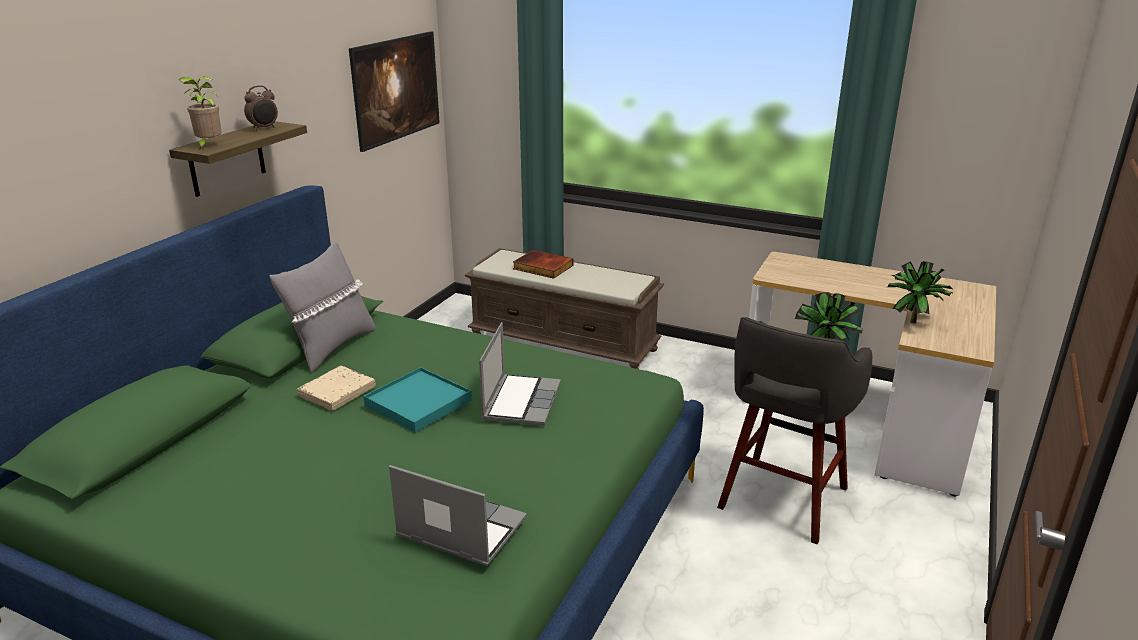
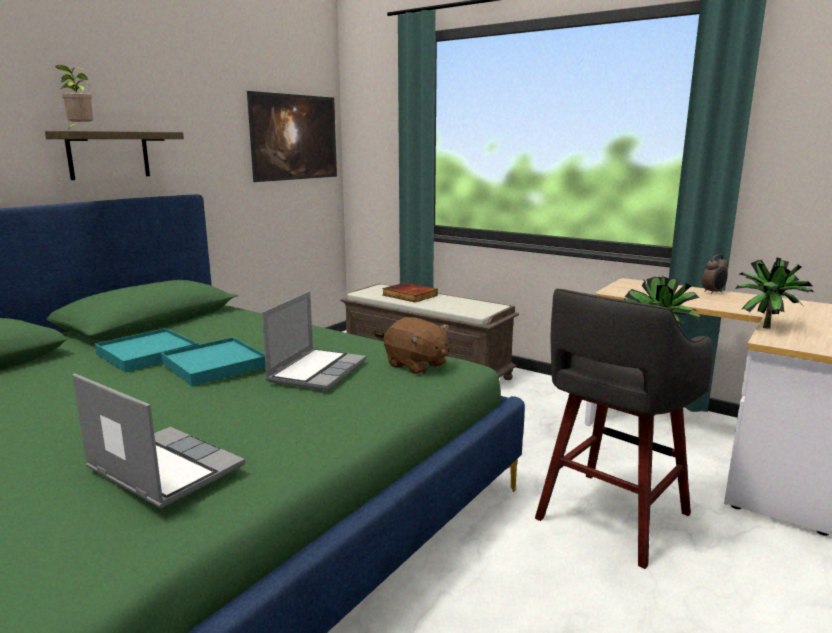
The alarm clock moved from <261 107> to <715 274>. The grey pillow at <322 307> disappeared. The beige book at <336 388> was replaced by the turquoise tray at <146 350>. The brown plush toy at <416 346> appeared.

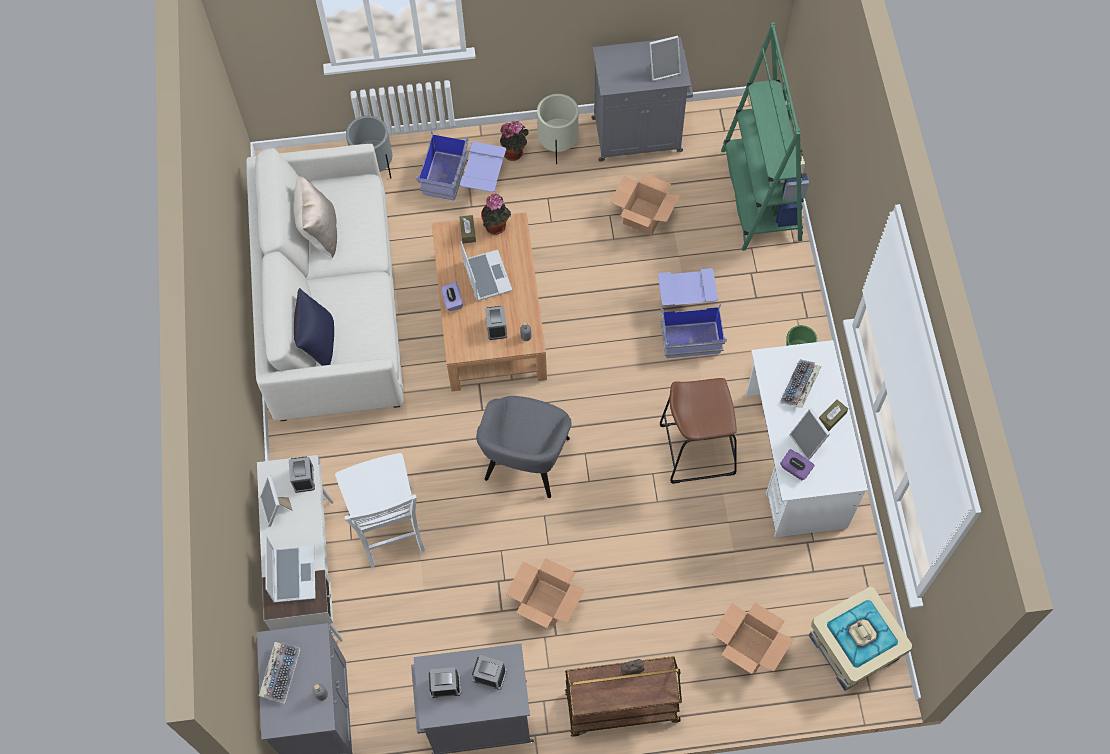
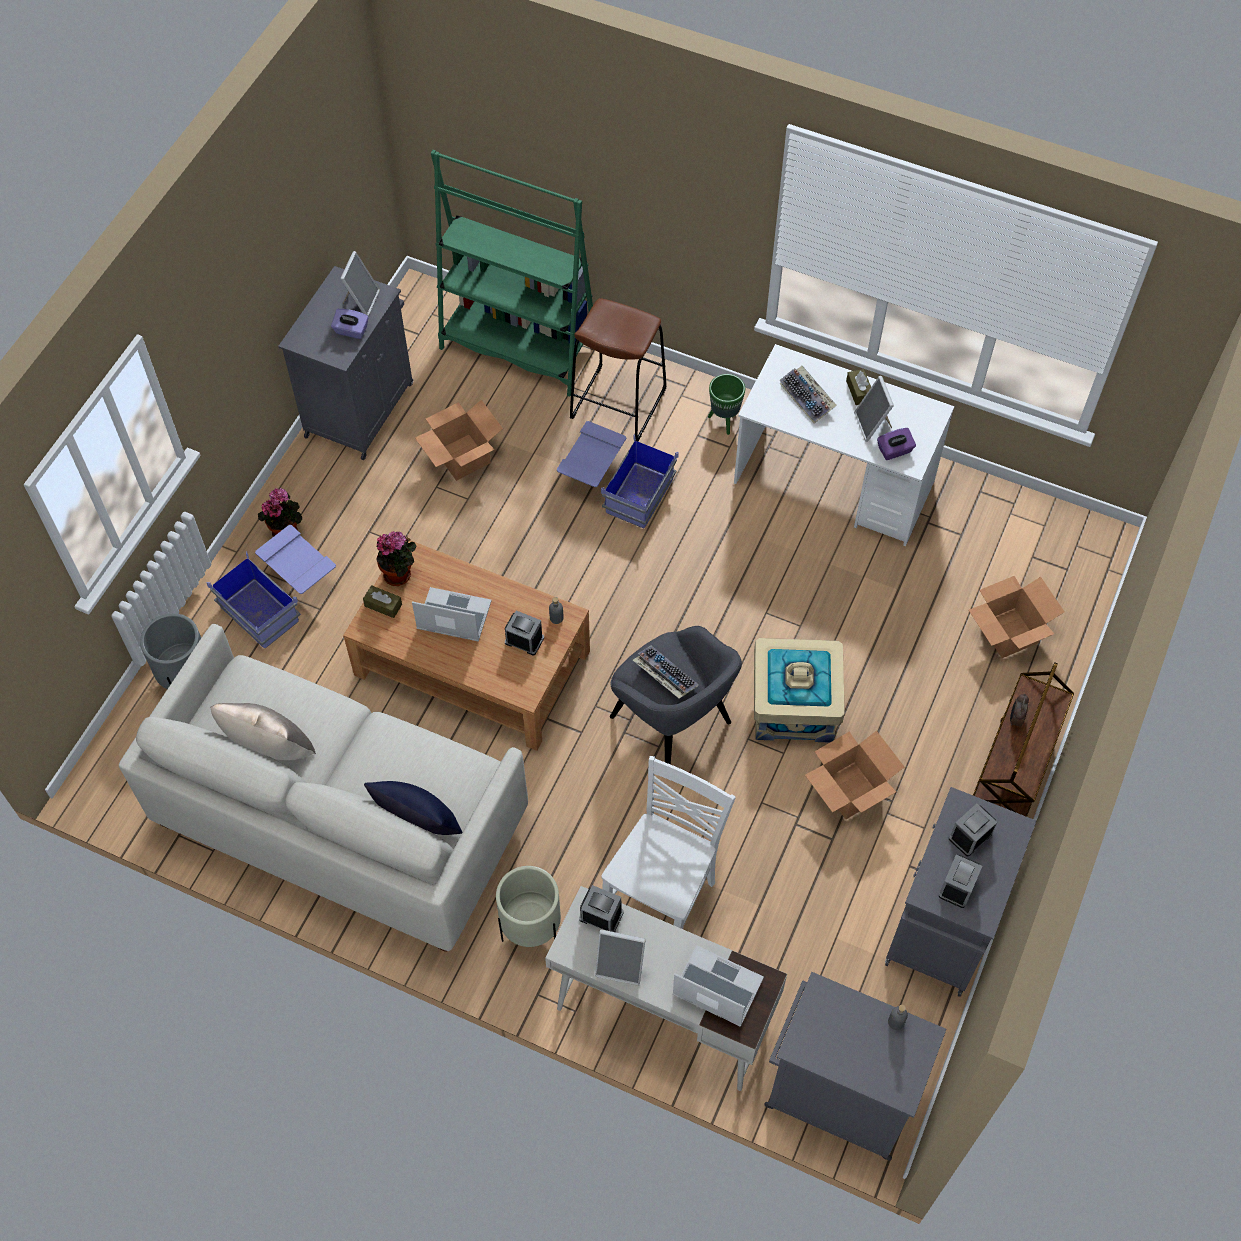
The beige planter moved from <558 129> to <528 906>. The purple tissue box moved from <452 296> to <350 323>. The brown stool moved from <698 431> to <618 369>. The picture frame at <809 434> turned 75 degrees clockwise. The white chair at <380 510> turned 75 degrees counterclockwise. The beige storage box moved from <860 638> to <799 690>. The keyboard moved from <279 673> to <665 672>.

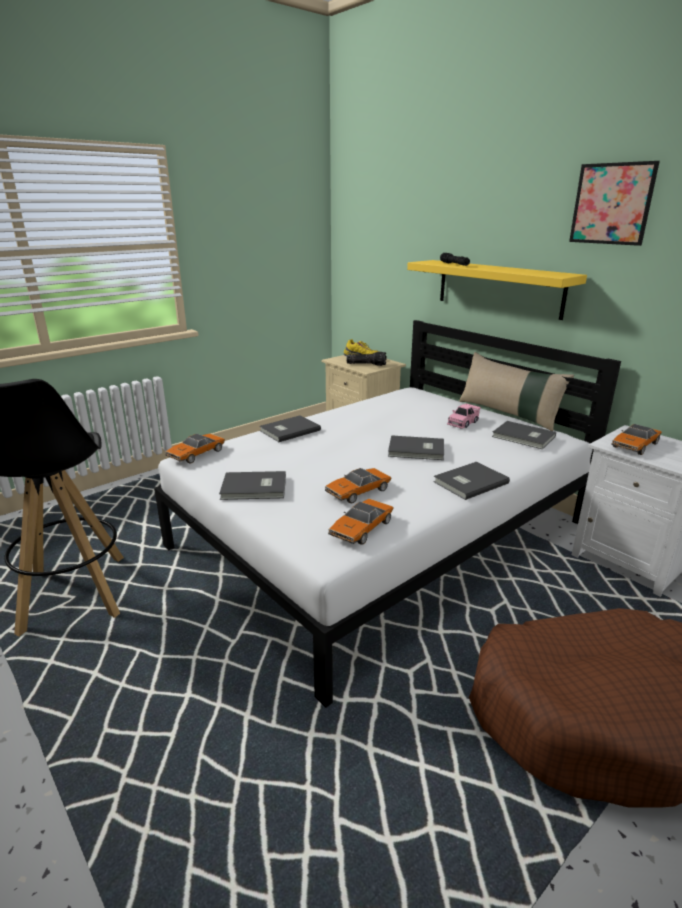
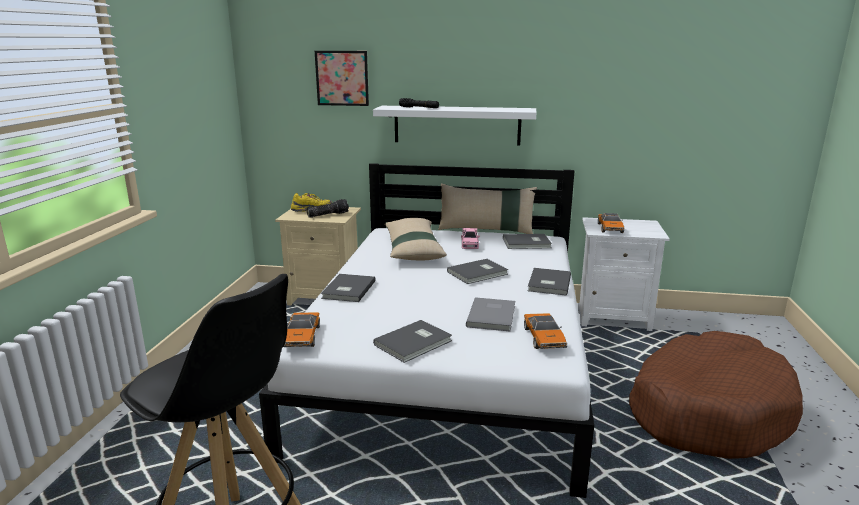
The picture moved from <614 203> to <342 78>. The yellow shelf at <497 290> became the white shelf at <454 125>. The toy car at <358 485> was replaced by the grey book at <490 314>. The beige pillow at <415 239> appeared.

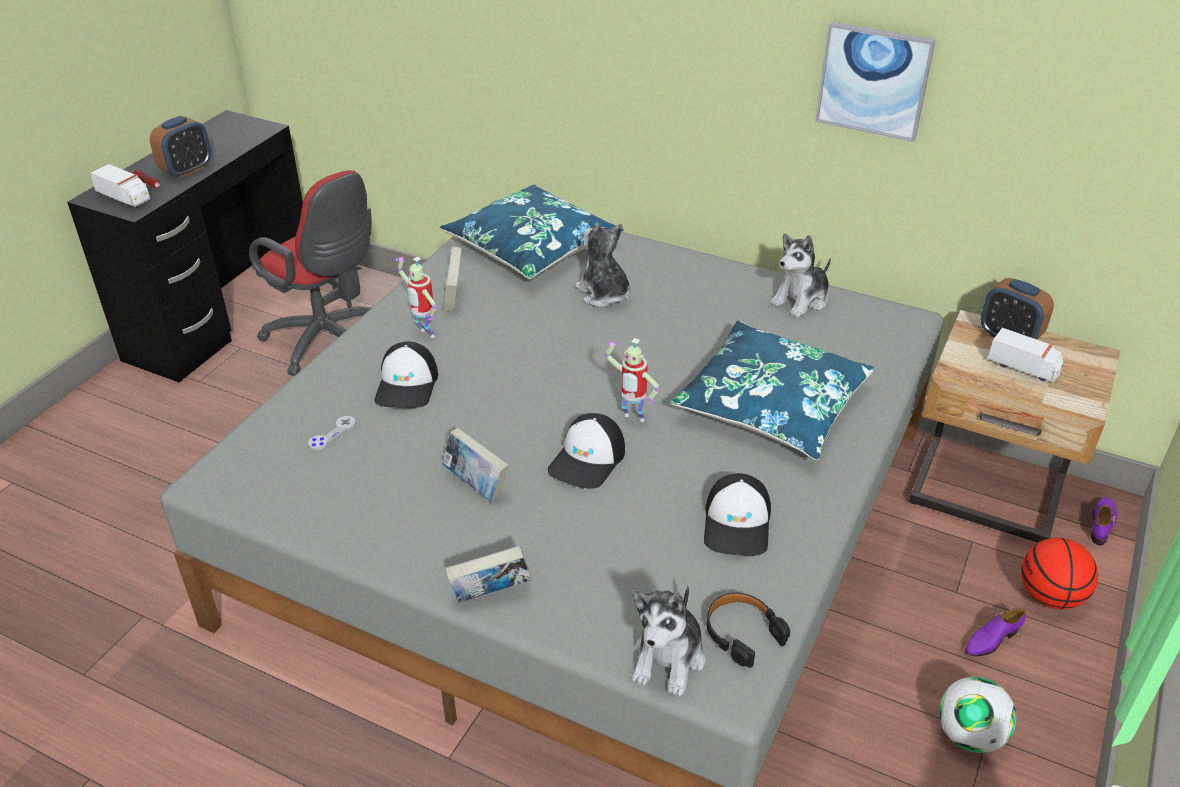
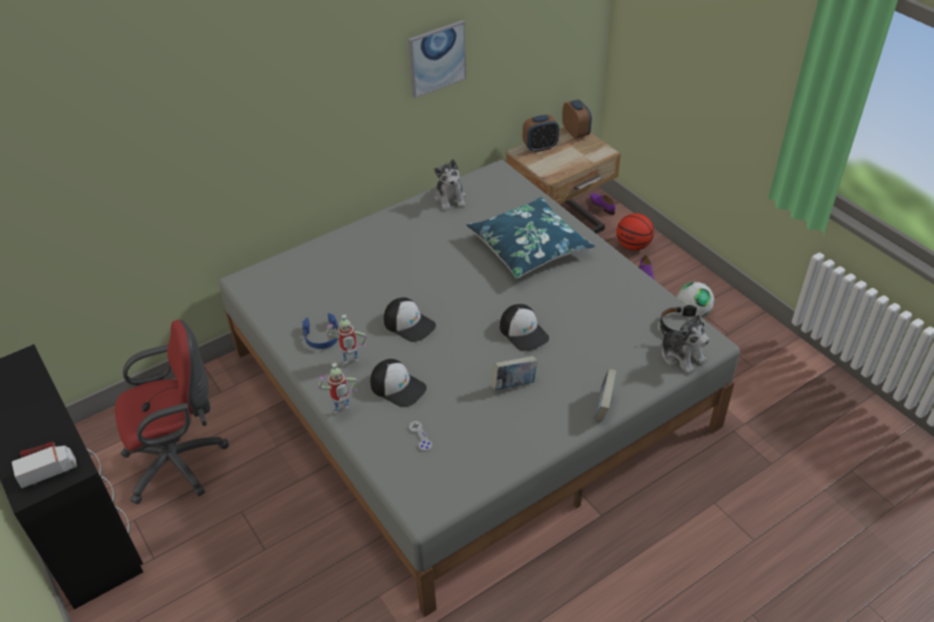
The alarm clock moved from <180 147> to <577 119>. The blue pillow at <532 232> disappeared. The plush toy at <602 265> disappeared. The book at <452 279> was replaced by the blue headphones at <321 331>. The toy truck at <1026 355> disappeared. The toy robot moved from <632 380> to <337 388>. The cap moved from <737 514> to <410 319>.

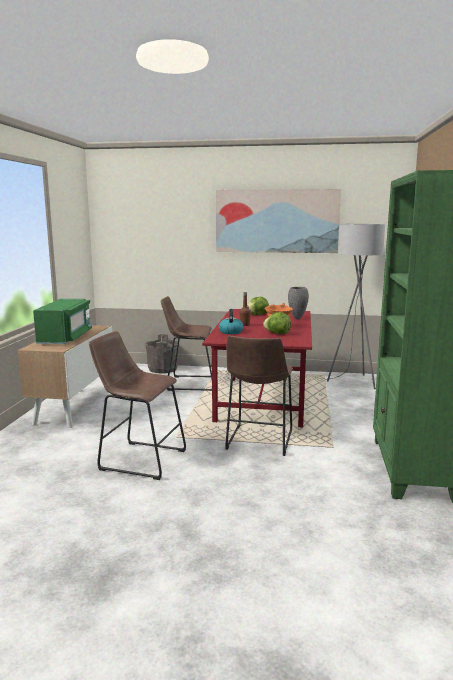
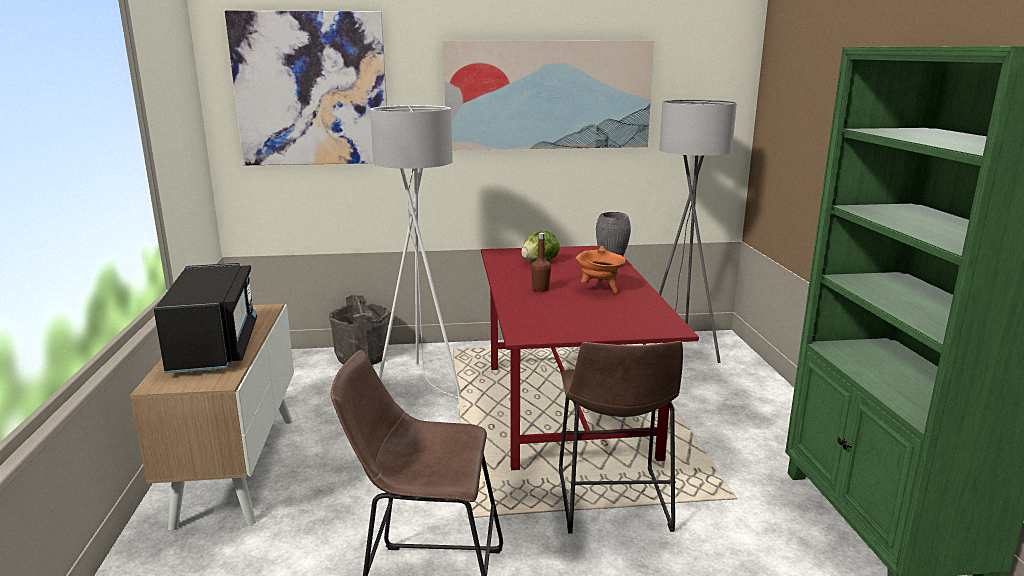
The brown stool at <186 343> was replaced by the white floor lamp at <419 257>. The green microwave at <62 321> became the black microwave at <205 318>. The kettle at <231 321> disappeared. The lettuce at <277 323> disappeared. The picture at <306 88> appeared.

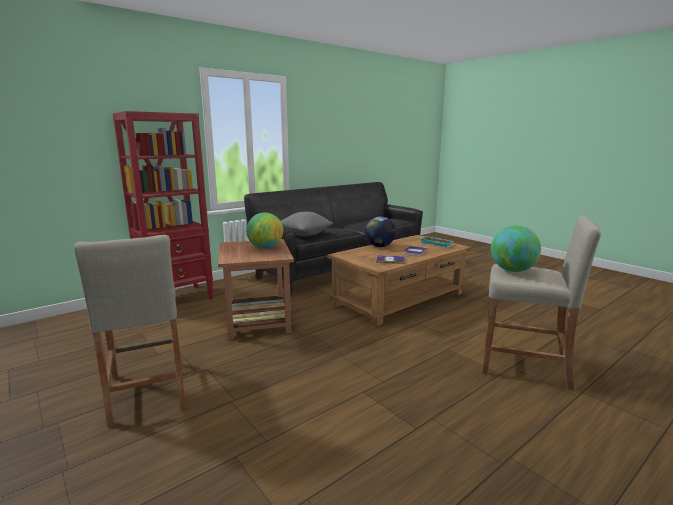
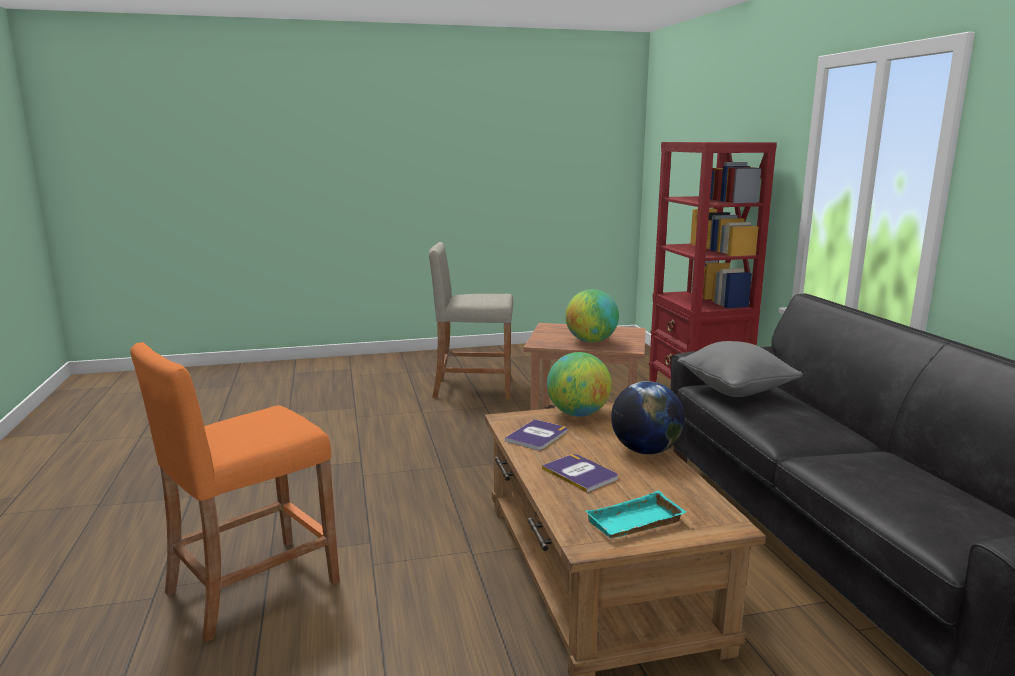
The beige stool at <541 303> became the orange stool at <235 492>. The globe moved from <516 249> to <579 384>.

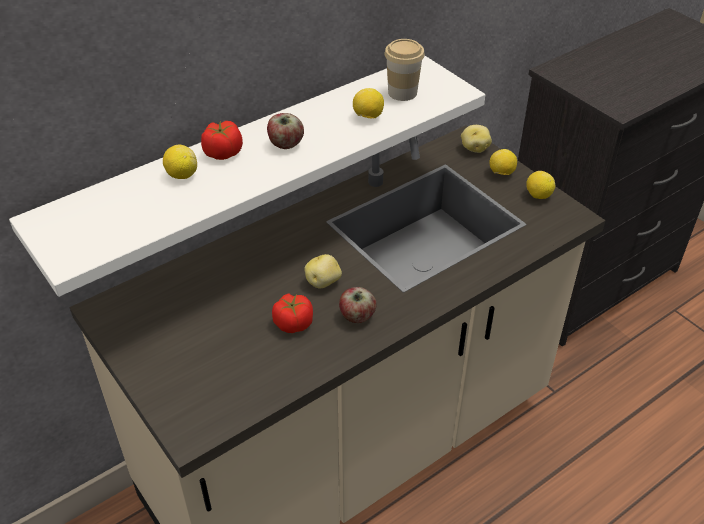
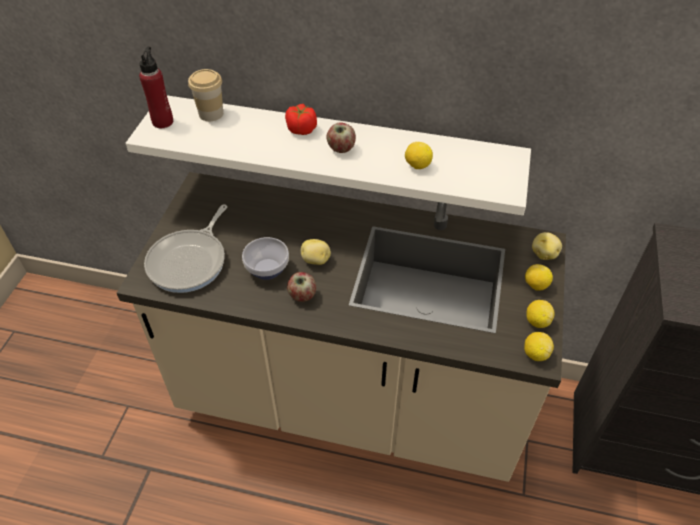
The cup moved from <405 70> to <205 95>. The lemon moved from <180 162> to <539 346>. The tomato at <292 313> was replaced by the bowl at <265 258>. The red bottle at <156 87> appeared. The frying pan at <185 249> appeared.

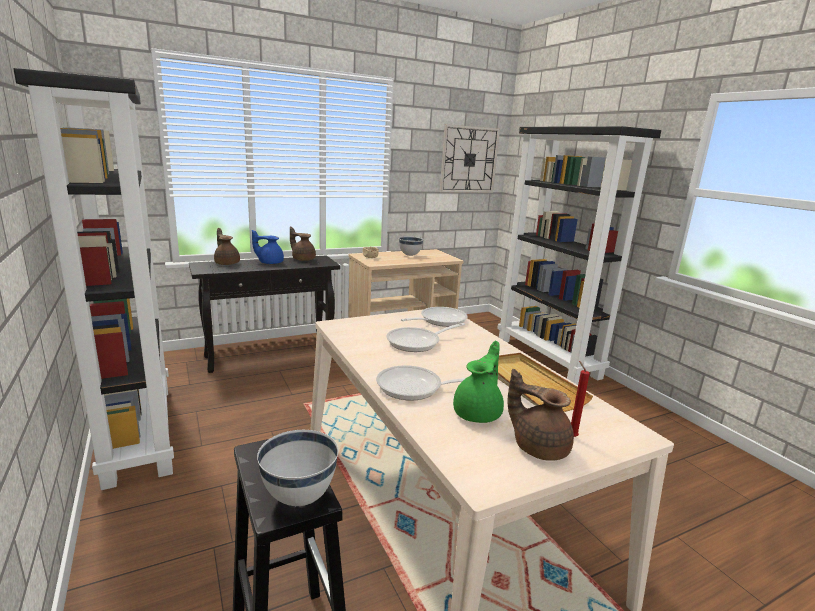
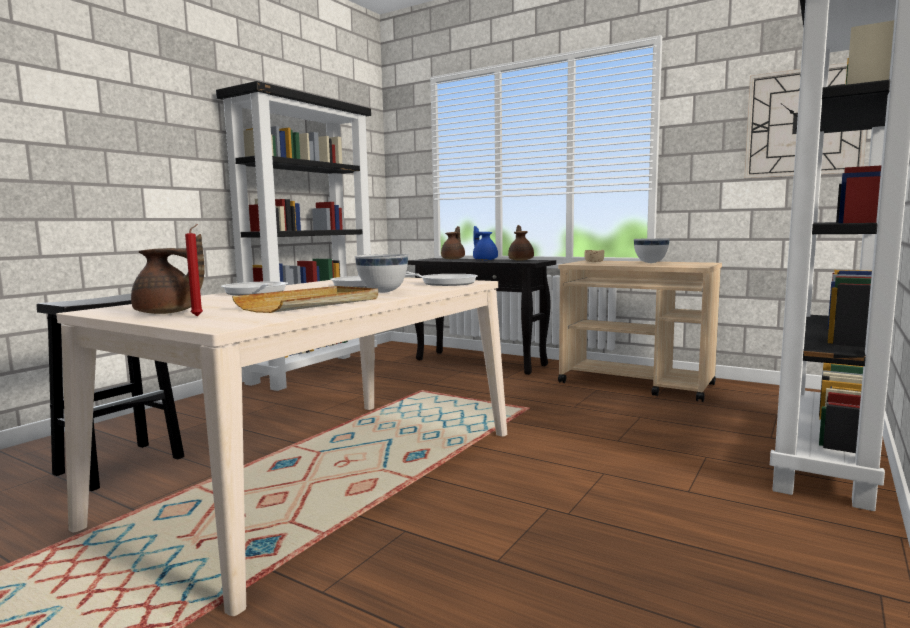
The green teapot at <478 382> disappeared. The brown teapot at <540 415> turned 90 degrees clockwise. The white bowl moved from <298 468> to <381 273>.

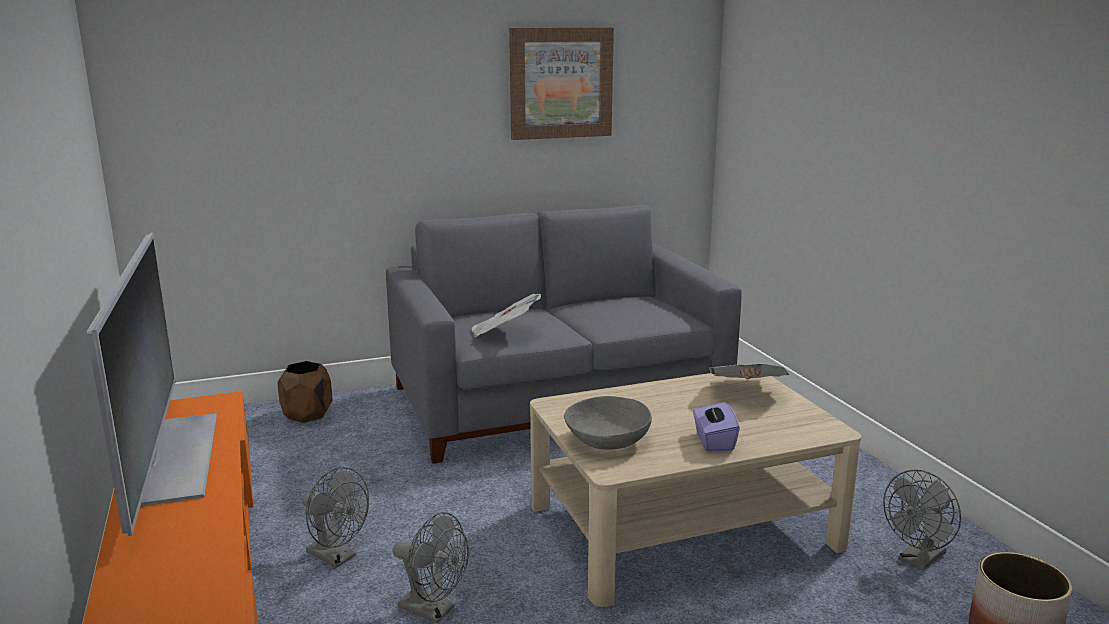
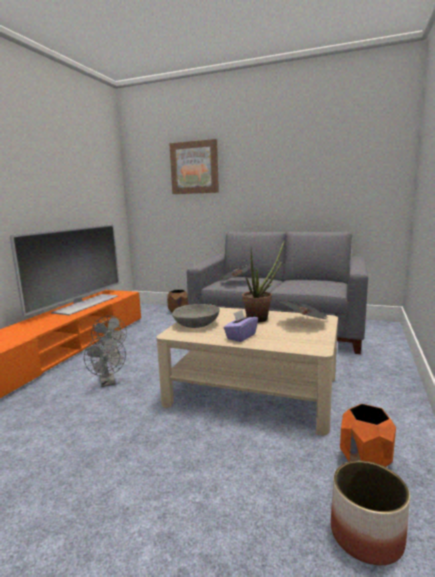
The picture moved from <561 84> to <194 166>. The grey fan at <922 520> was replaced by the orange planter at <368 435>. The potted plant at <263 281> appeared.

